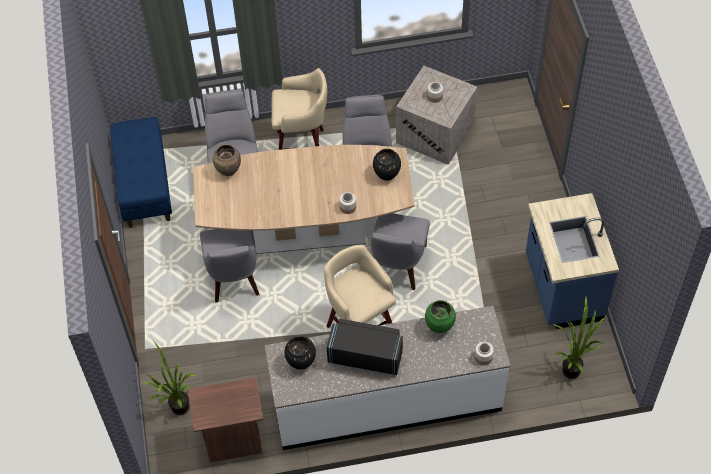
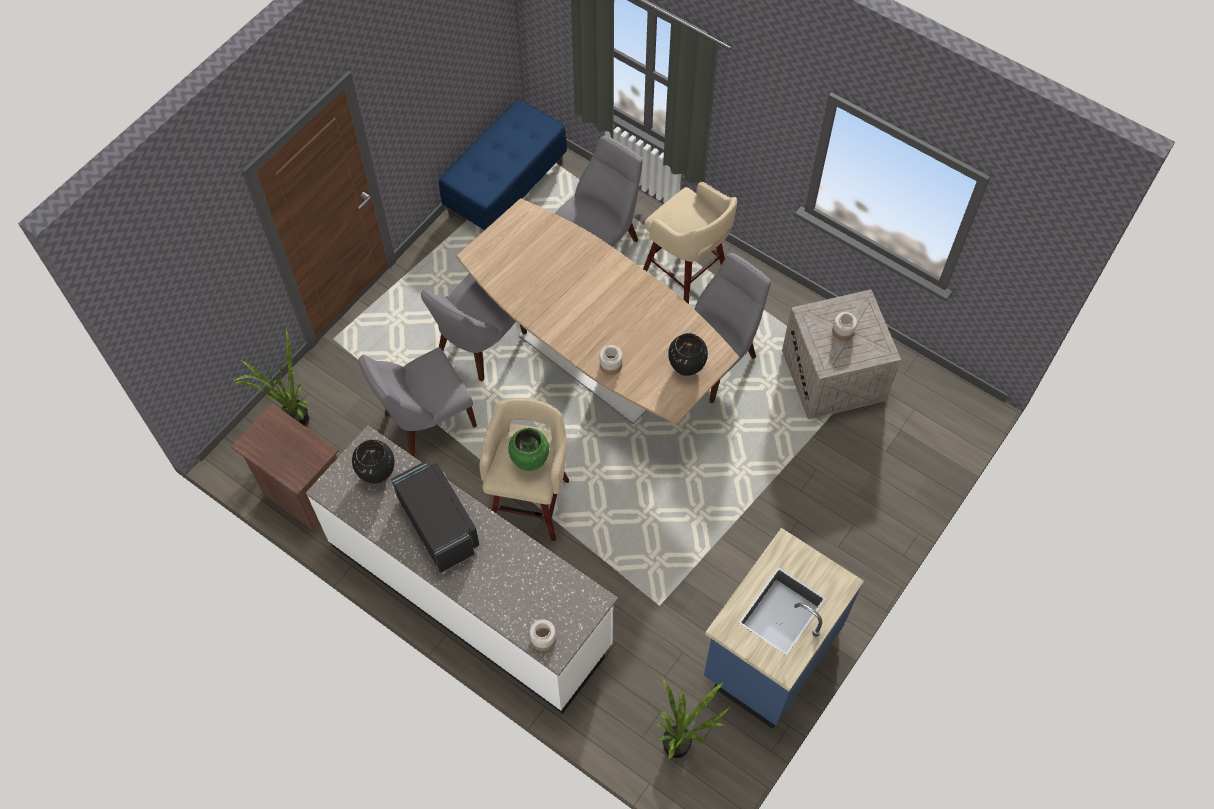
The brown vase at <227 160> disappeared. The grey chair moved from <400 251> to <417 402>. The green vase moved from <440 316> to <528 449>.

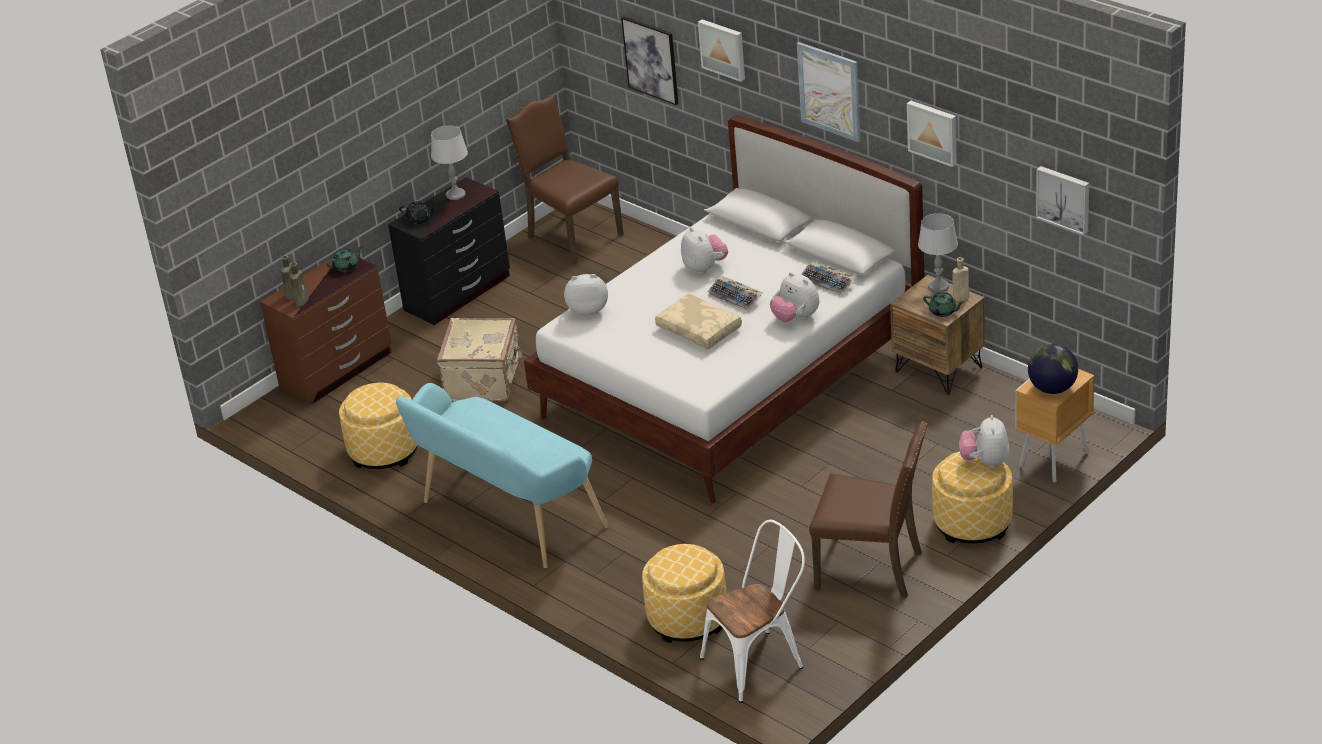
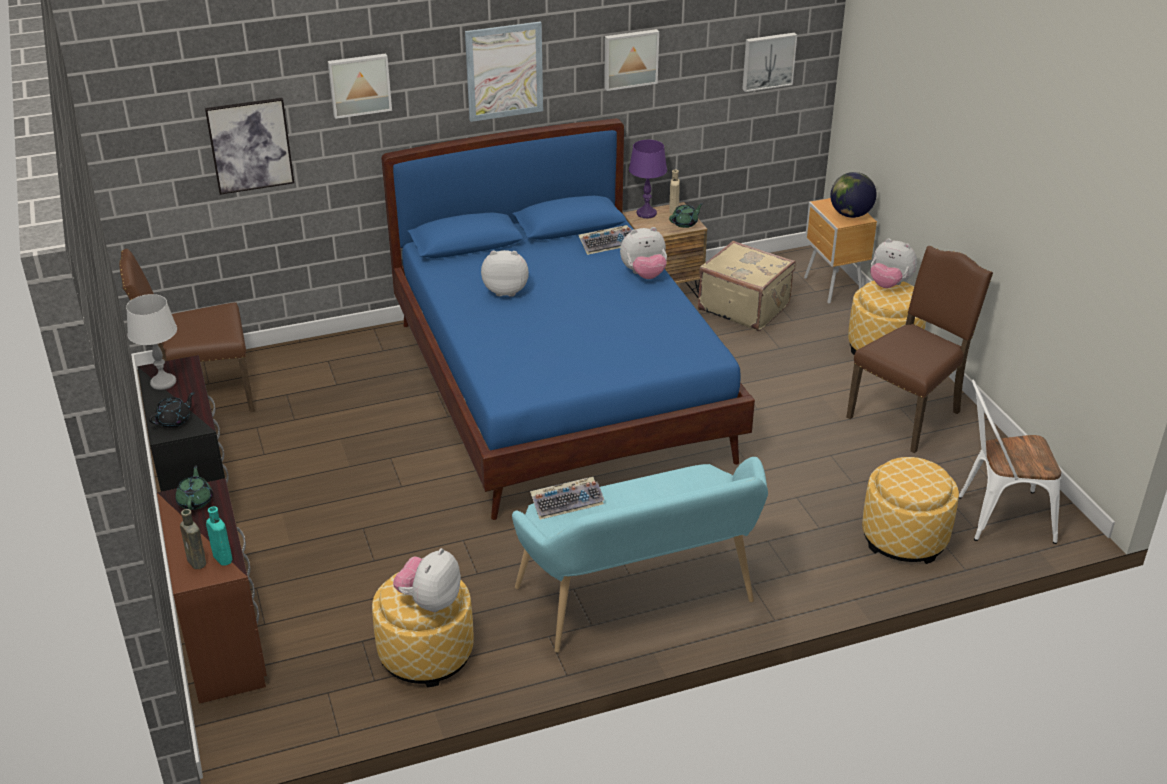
The white bed at <724 309> became the blue bed at <568 319>. The grey table lamp at <938 253> became the purple table lamp at <648 179>. The brown bottle at <299 284> became the turquoise bottle at <219 536>. The plush toy moved from <586 295> to <427 580>. The keyboard moved from <735 294> to <567 498>. The beige pillow at <698 321> disappeared. The beige suitcase moved from <480 360> to <747 286>. The white chair at <752 611> turned 90 degrees counterclockwise.

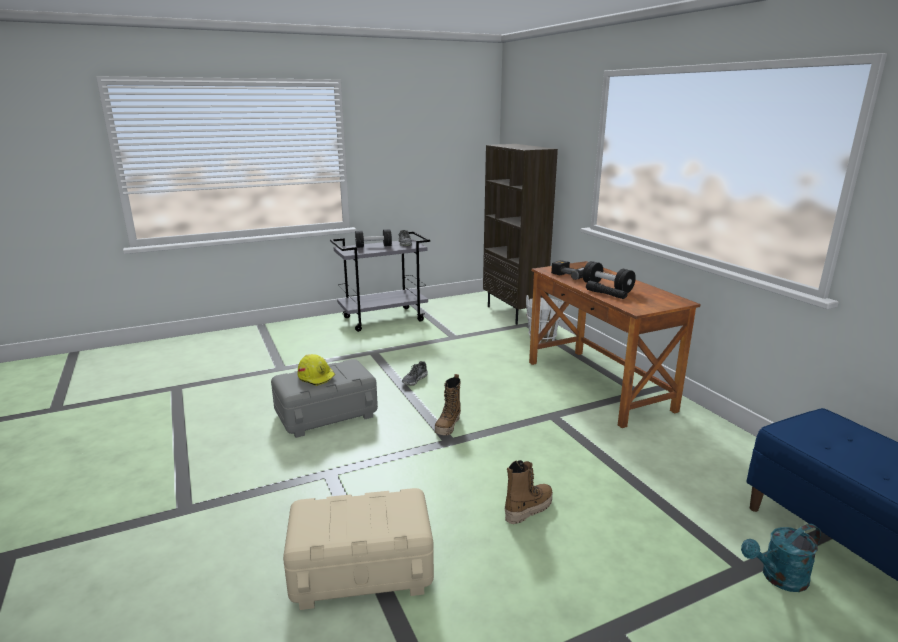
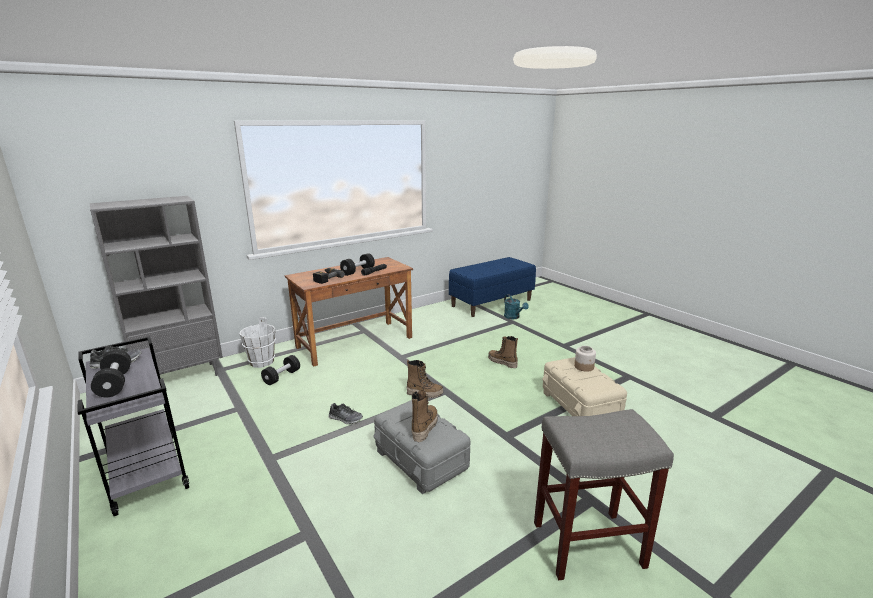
The brown bookcase at <520 234> became the grey bookcase at <156 286>. The yellow hard hat at <316 370> was replaced by the boot at <425 416>. The jar at <585 359> appeared. The black dumbbell at <280 370> appeared. The grey stool at <604 494> appeared.

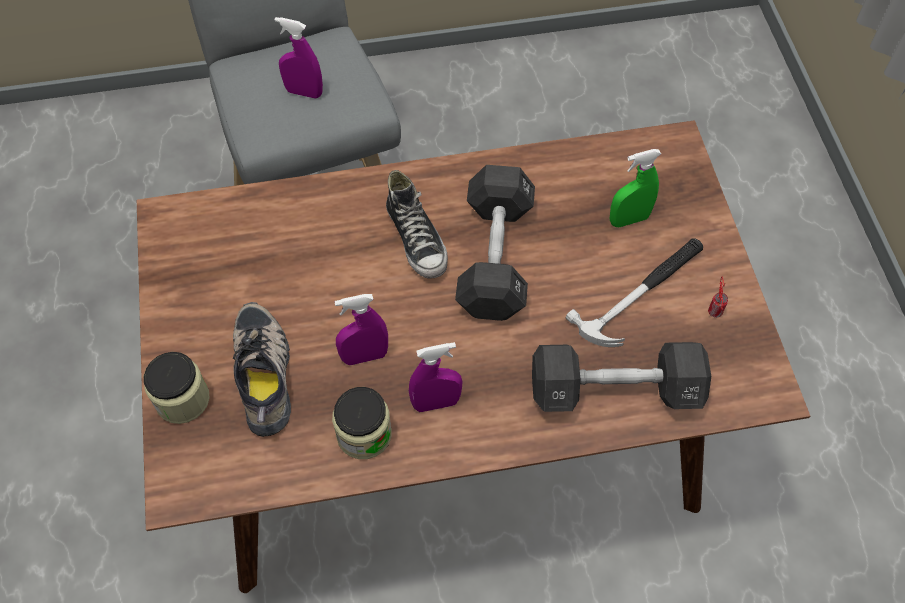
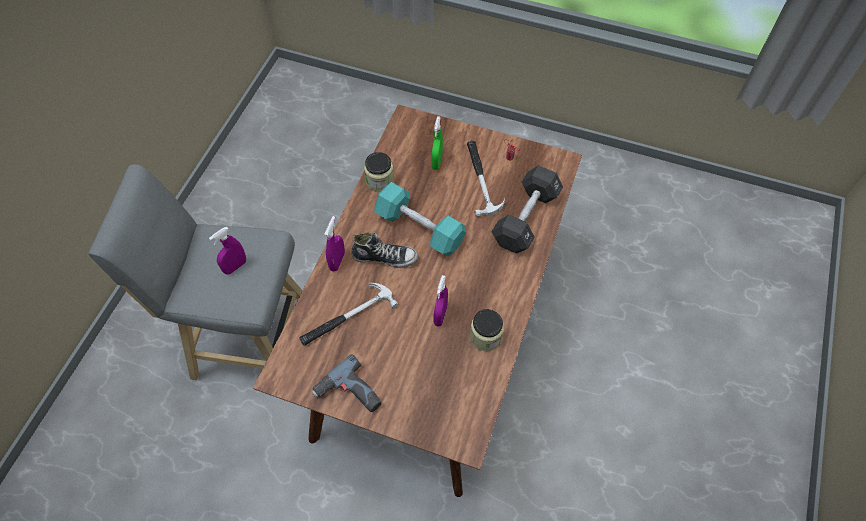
The black dumbbell at <495 243> became the turquoise dumbbell at <420 219>. The shoe at <262 369> disappeared. The purple spray bottle moved from <435 377> to <334 243>. The jar moved from <177 388> to <379 172>. The hammer at <348 314> appeared. The power drill at <346 383> appeared.

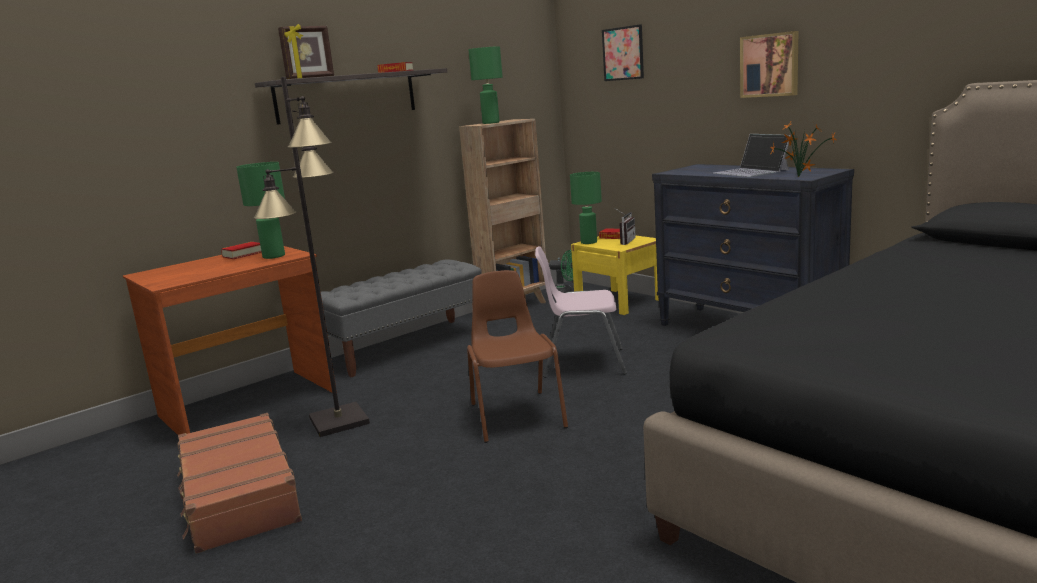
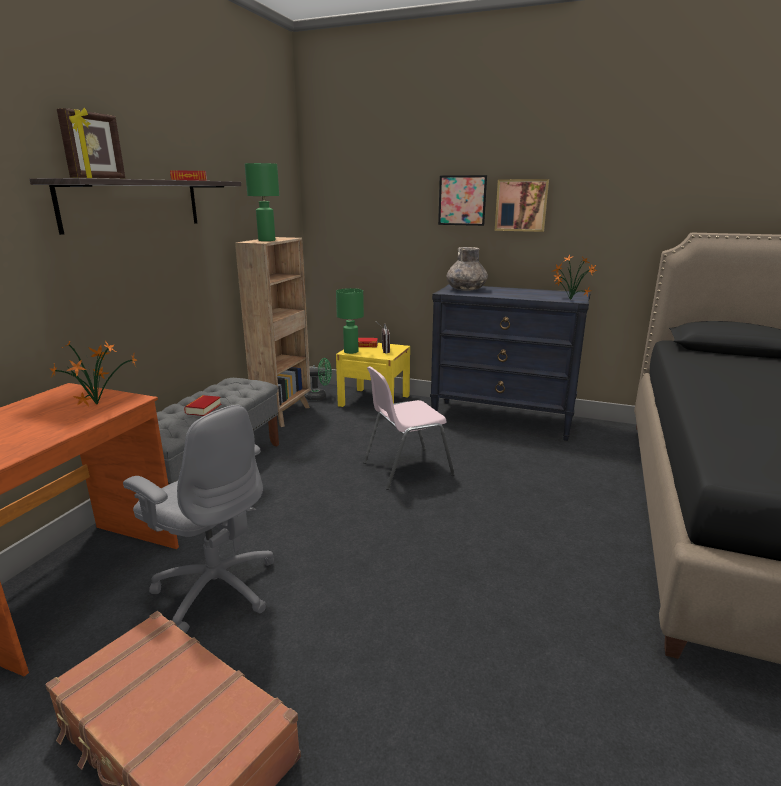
The picture moved from <623 52> to <462 200>. The black floor lamp at <312 257> was replaced by the grey office chair at <198 519>. The laptop at <752 155> disappeared. The green table lamp at <260 210> was replaced by the potted plant at <93 373>. The book moved from <241 250> to <203 405>. The brown chair at <517 356> disappeared. The grey vase at <467 269> appeared.

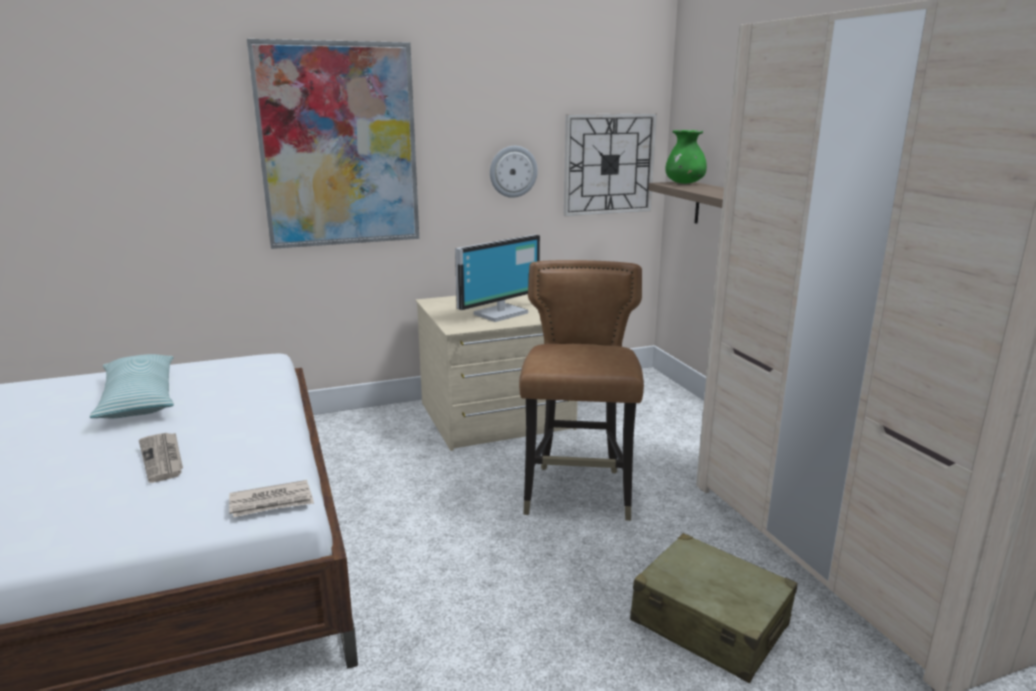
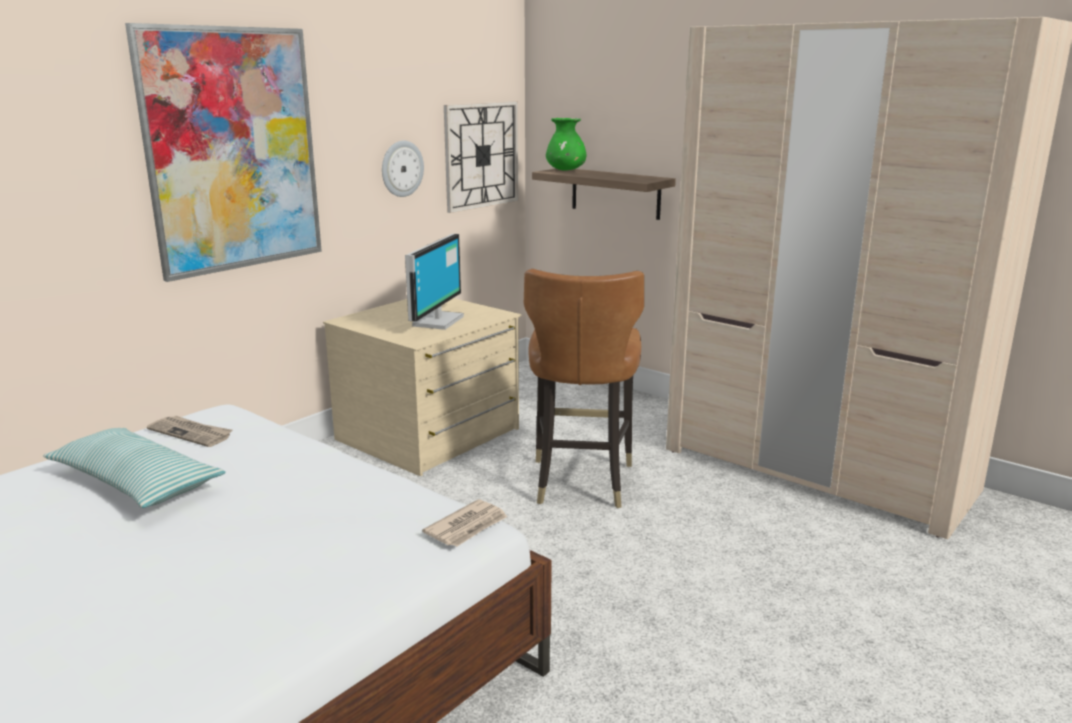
The brown chair at <581 390> turned 150 degrees counterclockwise. The newspaper moved from <161 458> to <189 431>. The beige suitcase at <713 608> disappeared.

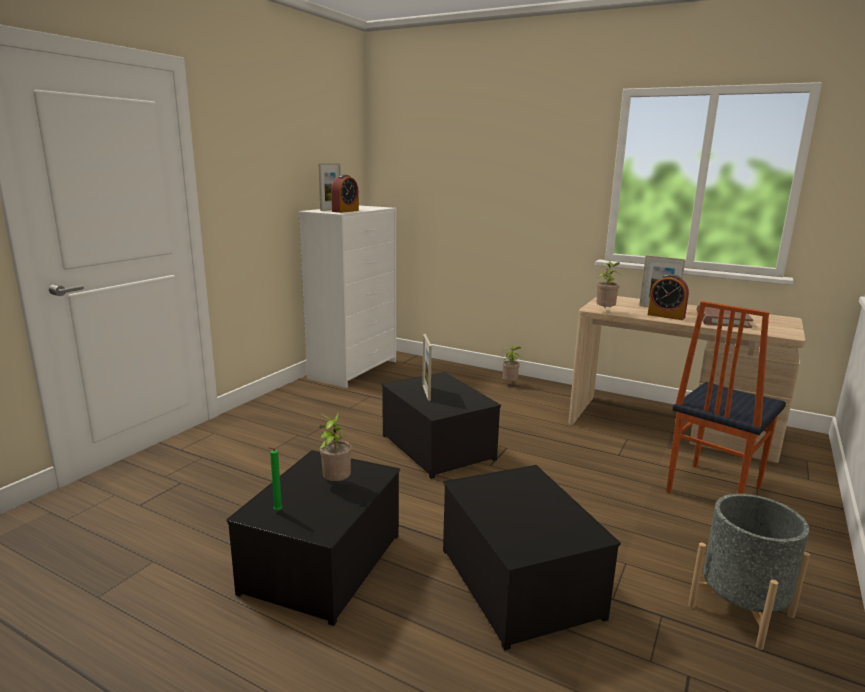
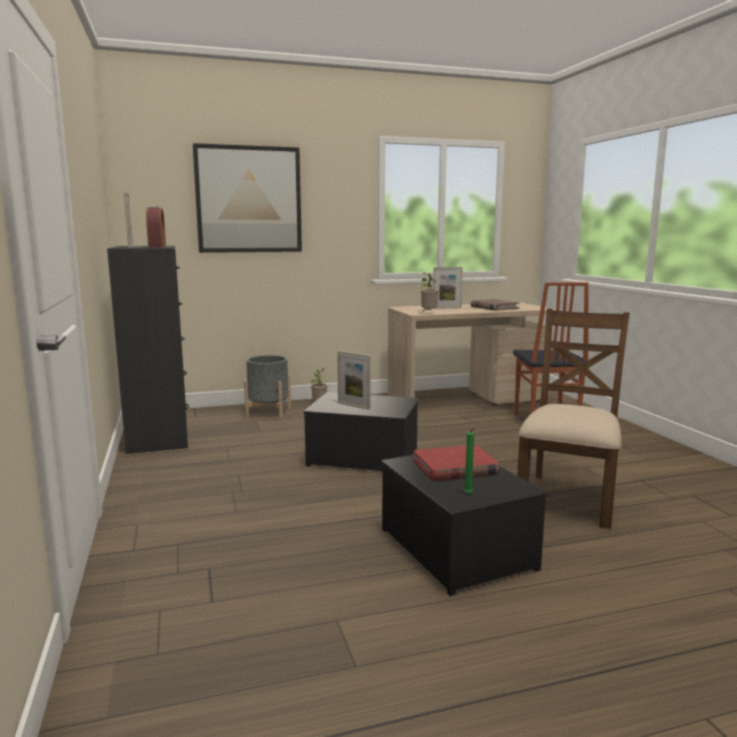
The white dresser at <348 296> became the black dresser at <148 350>. The alarm clock at <668 297> disappeared. The potted plant at <335 447> was replaced by the red book at <457 463>. The storage box at <532 557> was replaced by the brown chair at <573 419>. The grey planter moved from <749 572> to <267 387>. The picture at <247 198> appeared.

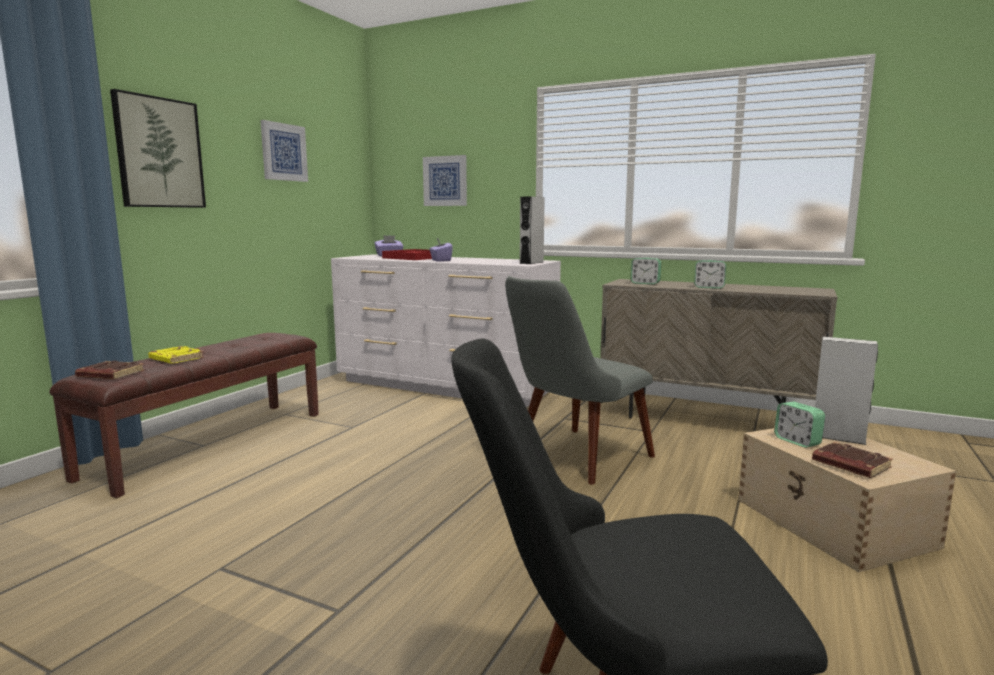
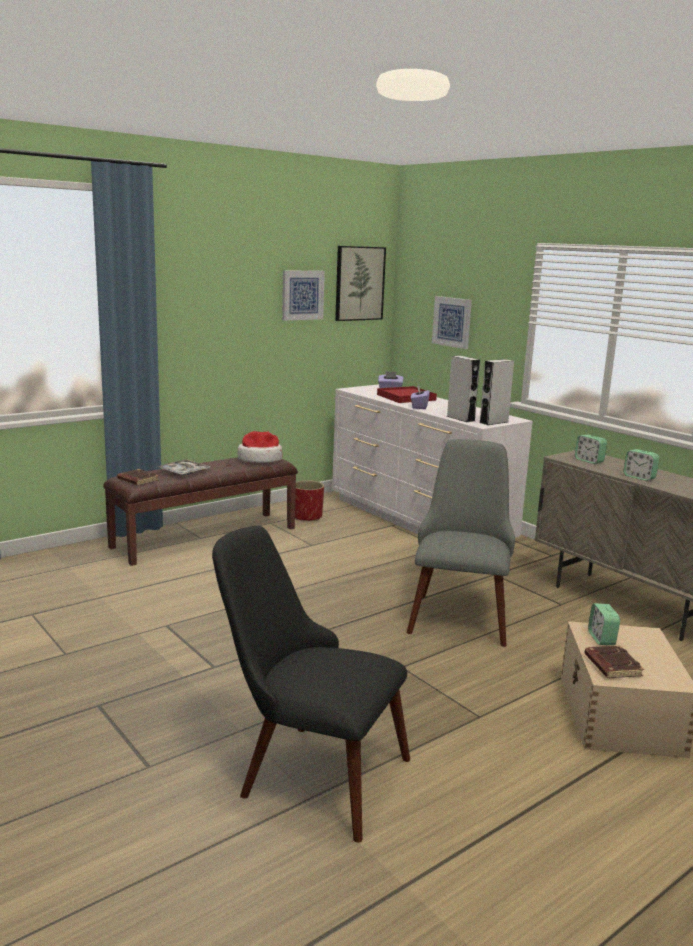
The picture moved from <158 148> to <360 283>. The grey chair at <580 380> turned 120 degrees clockwise. The grey speaker moved from <846 391> to <463 389>. The yellow book at <176 355> was replaced by the tray at <184 467>. The hat at <259 447> appeared. The red planter at <309 500> appeared.

